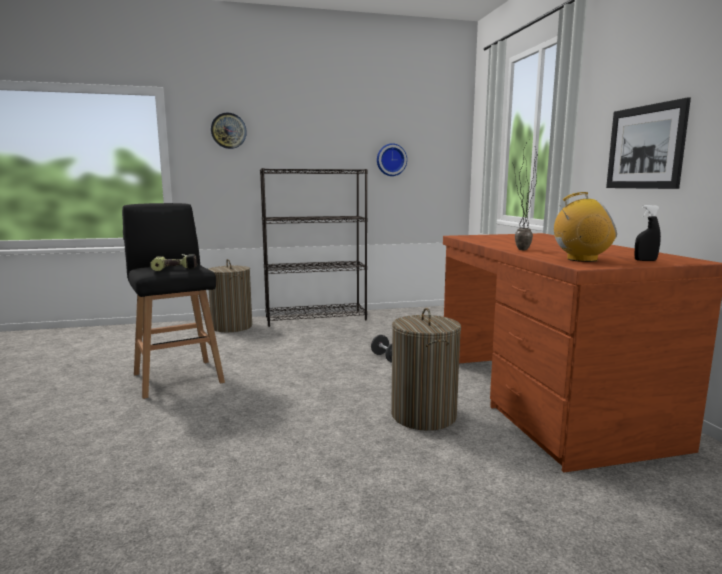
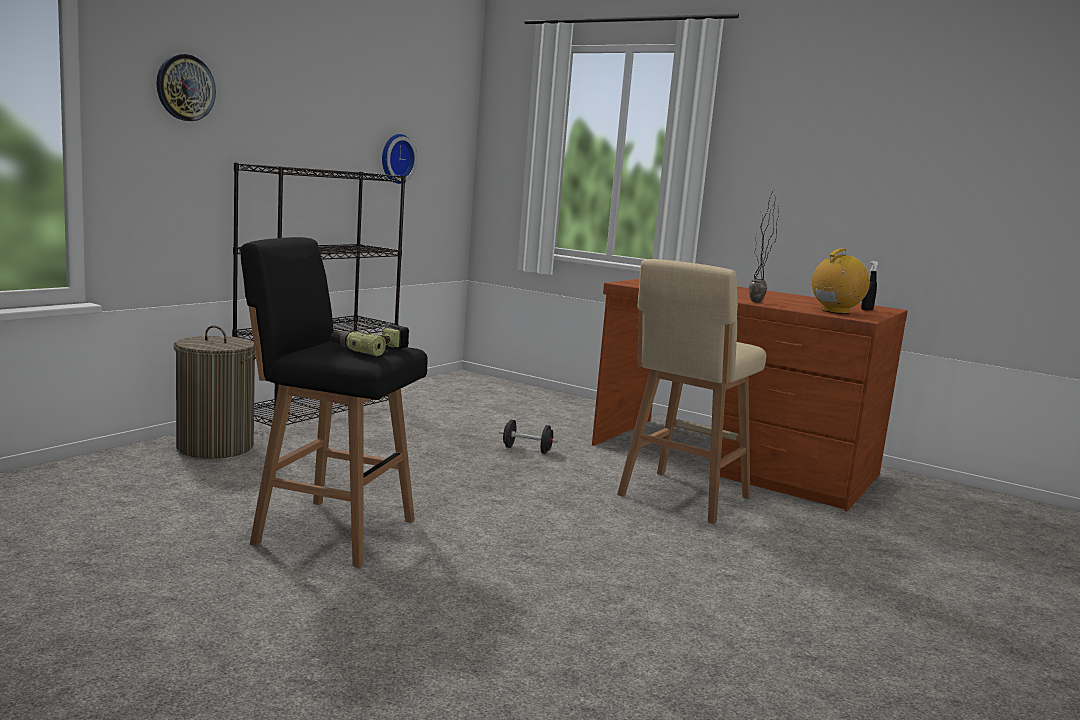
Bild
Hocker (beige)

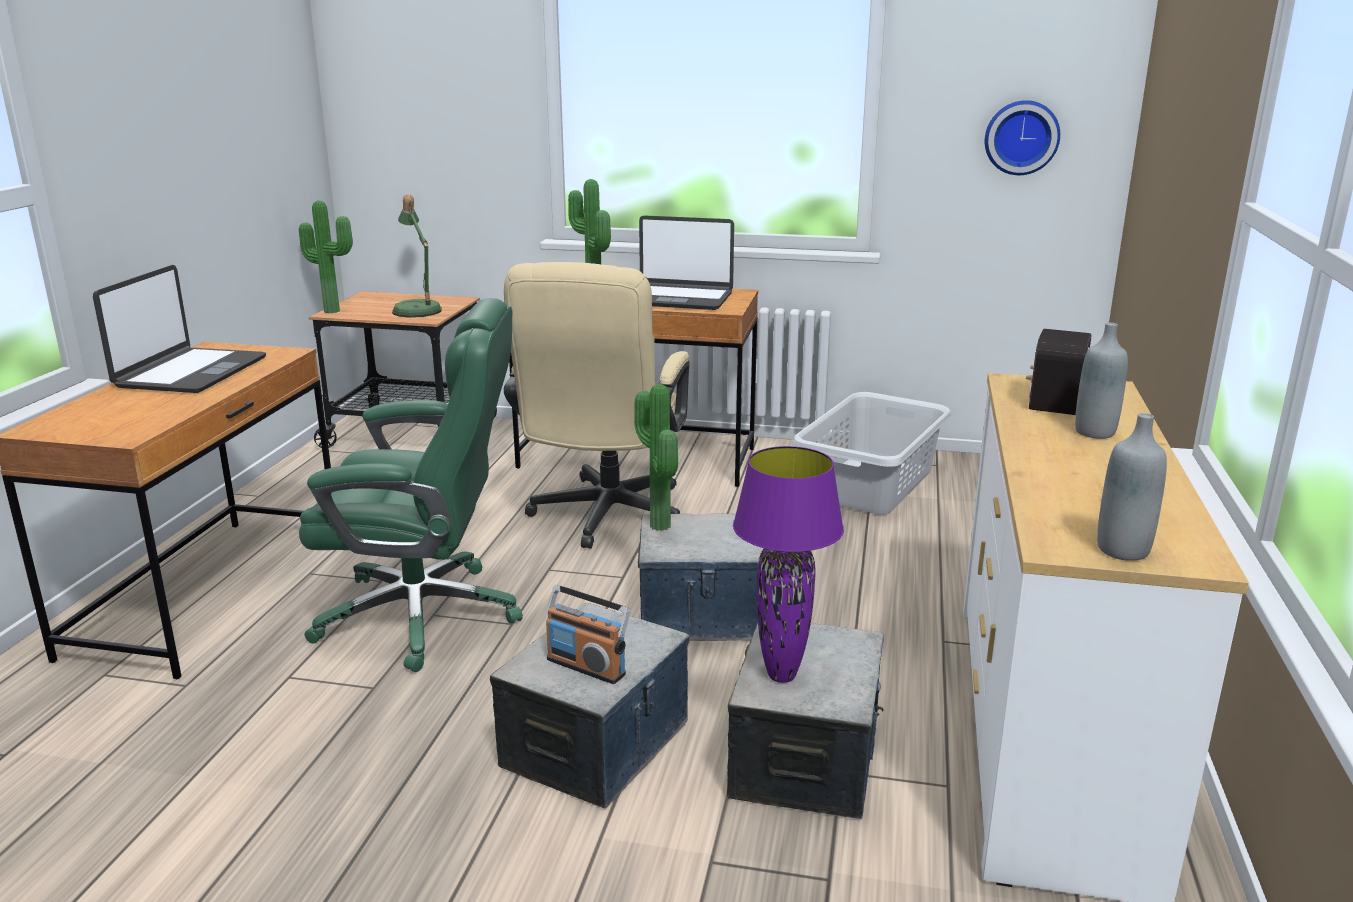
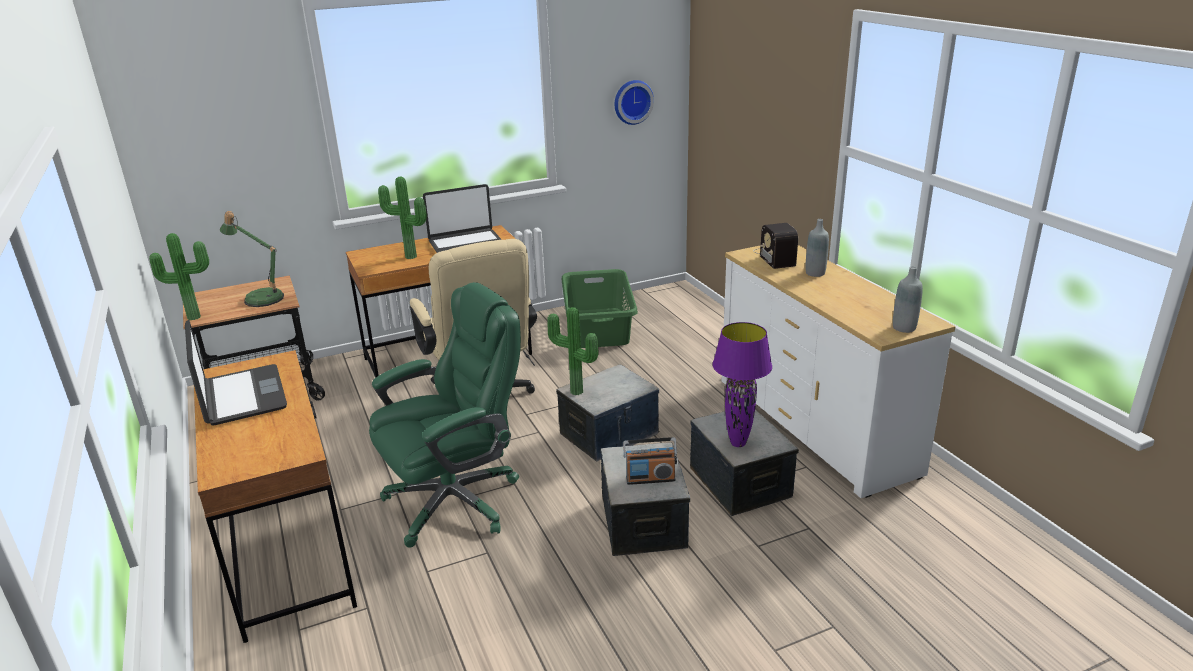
Wäschekorb (grün)

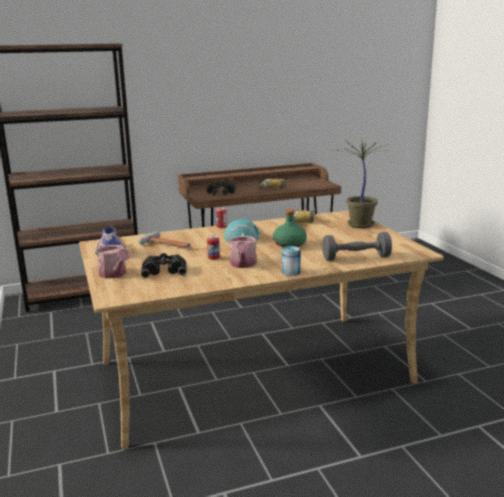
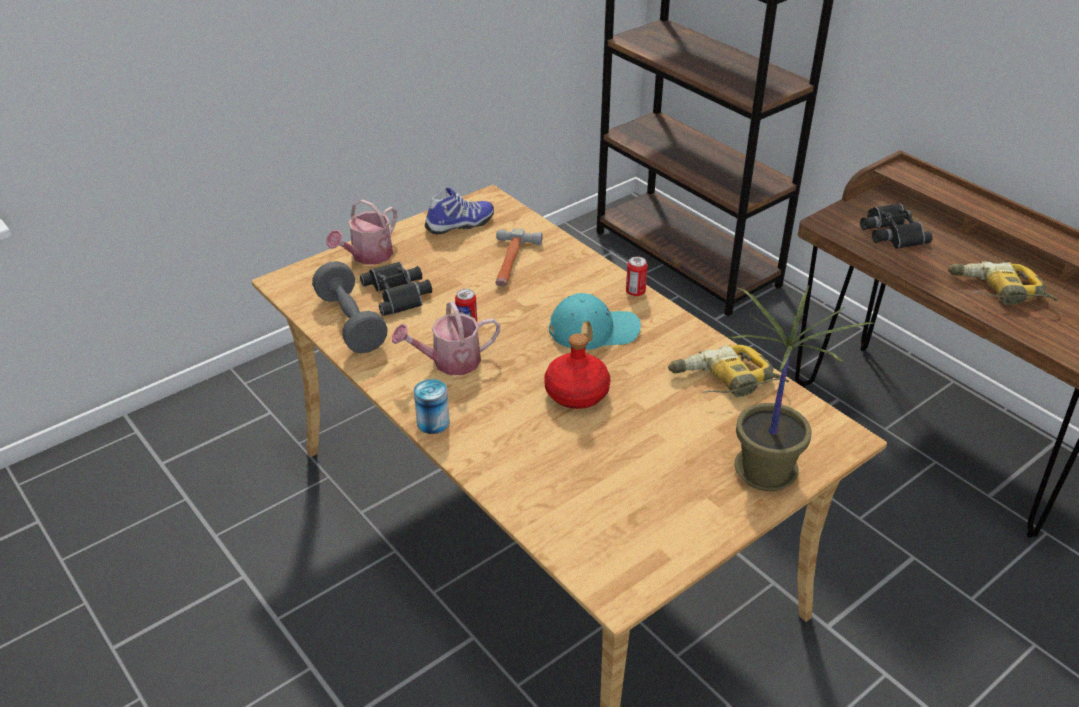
Hantel (grau)
Flasche (rot)

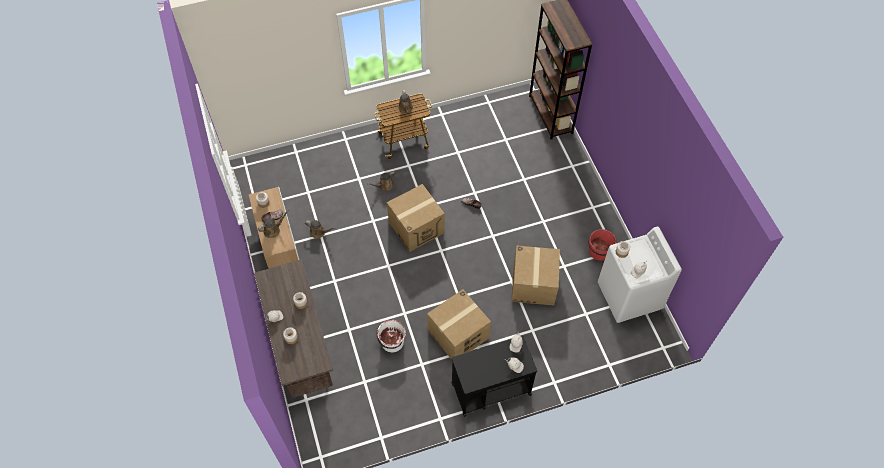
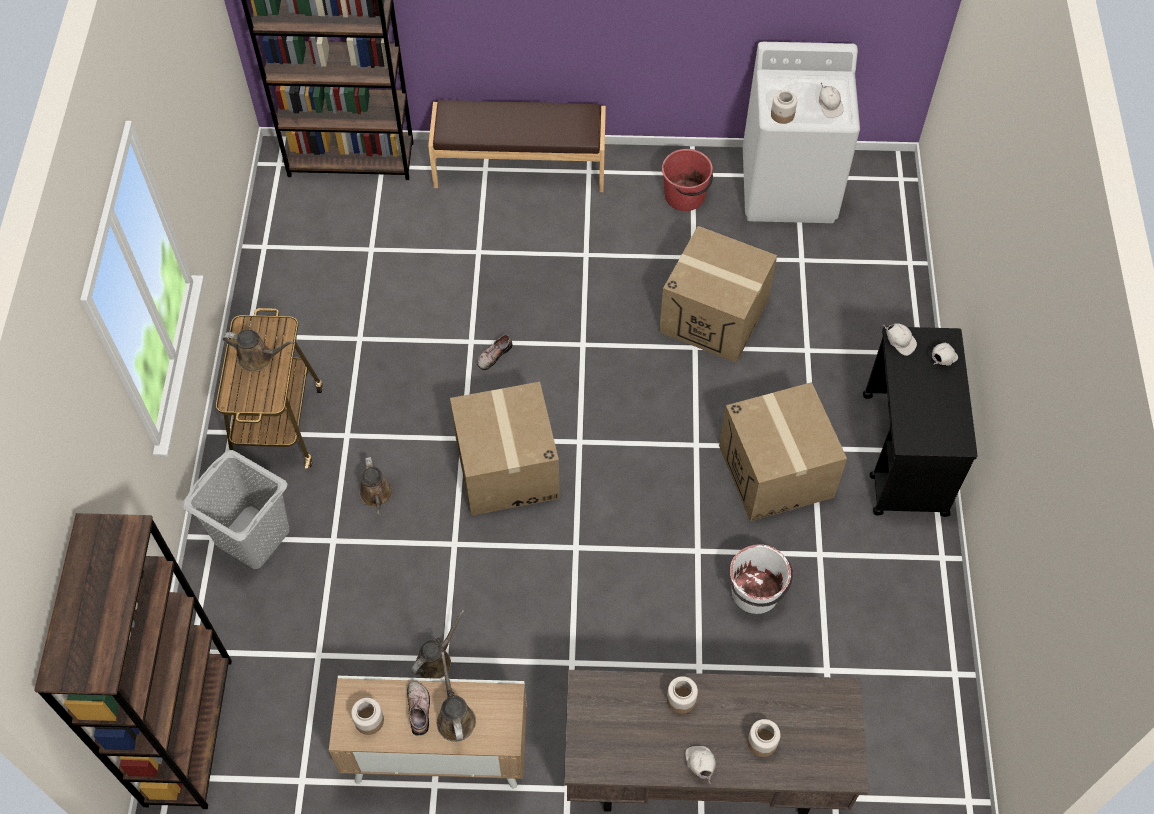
Bücherregal (braun) (1st from left)
Wäschekorb (grau)
Bank (braun)

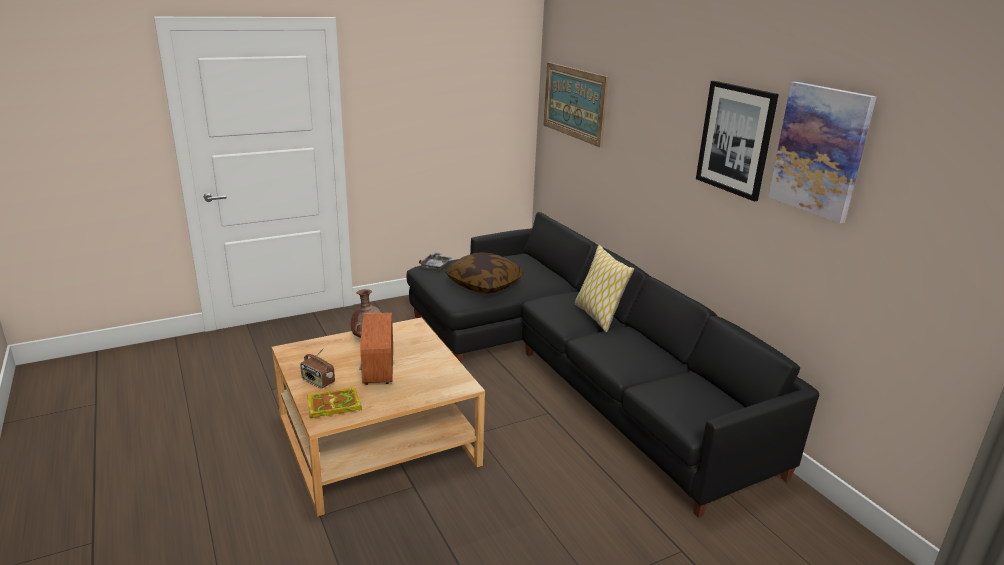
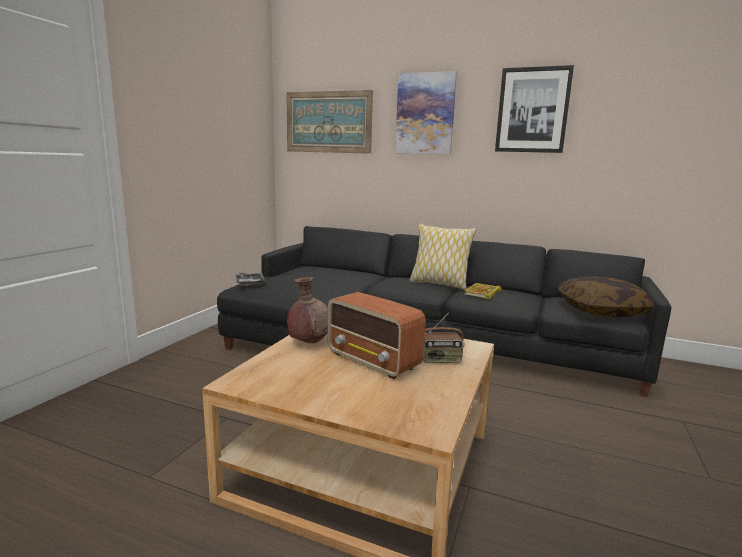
Radio (2nd from left)
Buch
Kissen (2nd from left)
Bild (2nd from left)

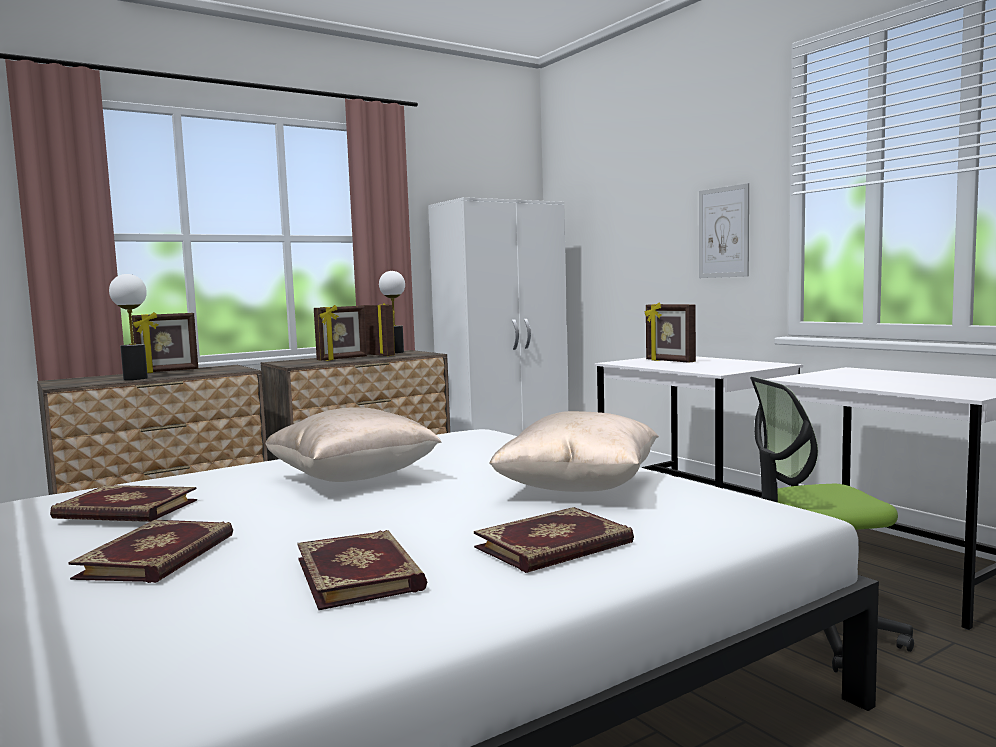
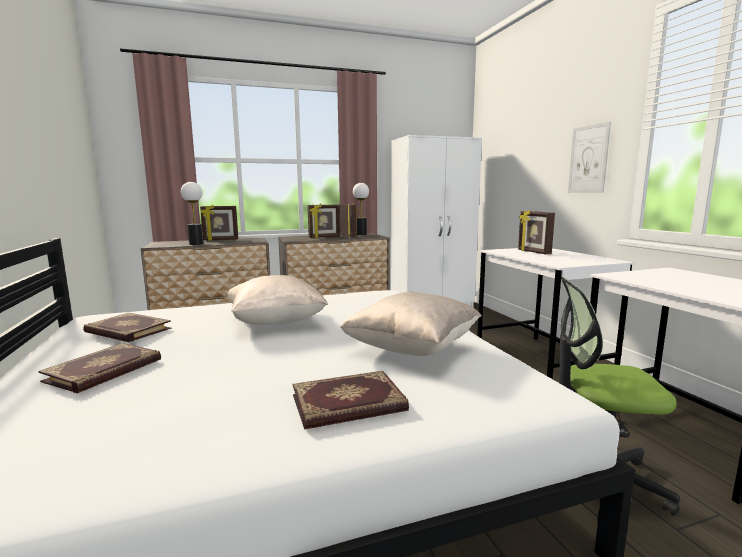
Buch (3rd from left in the first image)

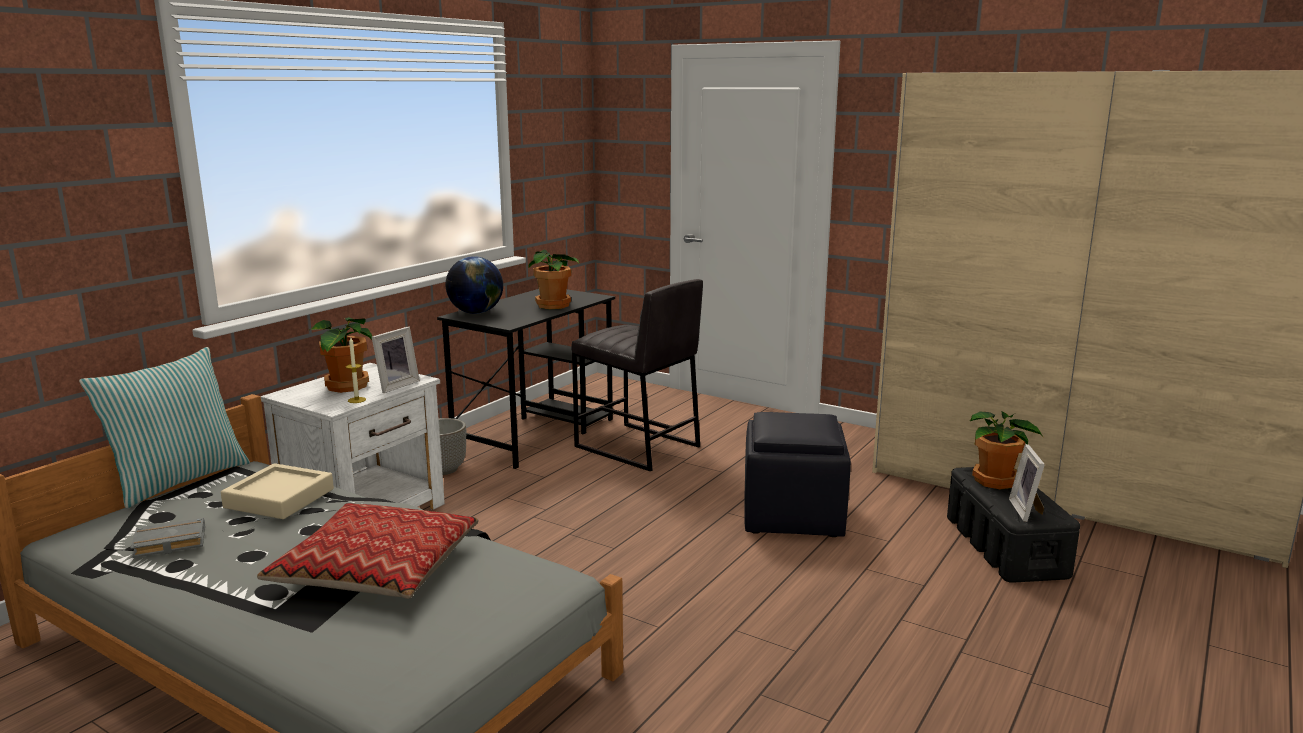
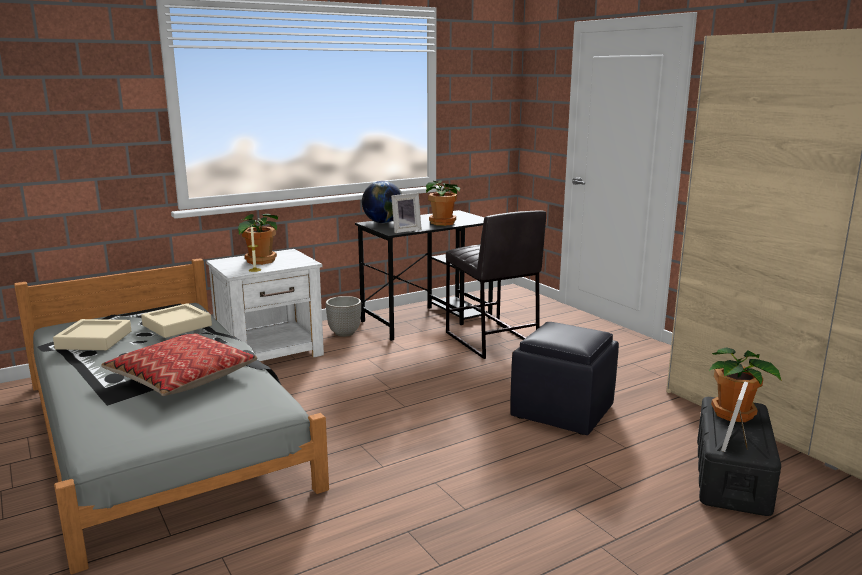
Kissen (1st from left in the first image)
Bilderrahmen (1st from left)
Tablett (beige) (1st from left)

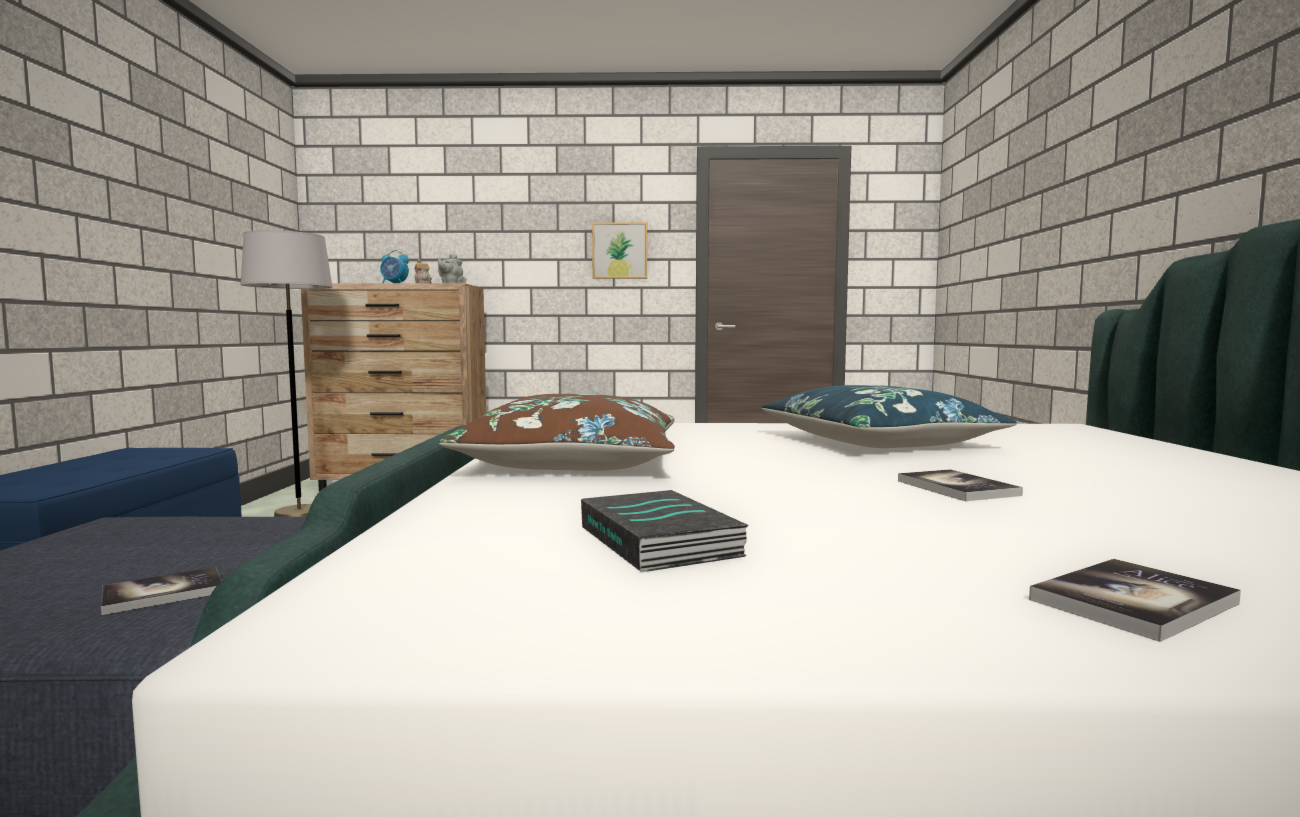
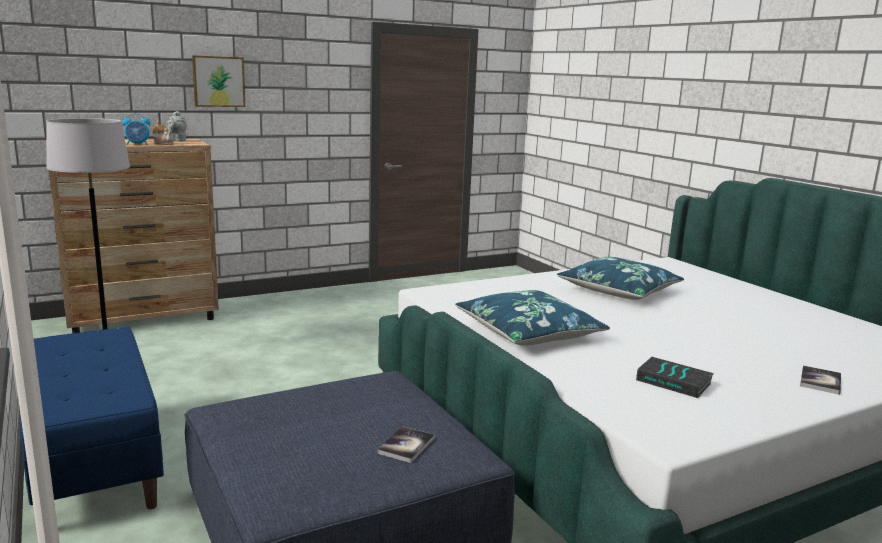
Buch (3rd from left in the first image)
Bild
Kissen (blau) (1st from left)

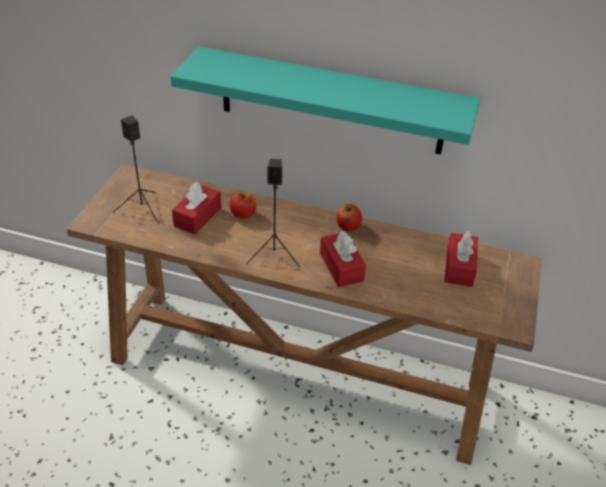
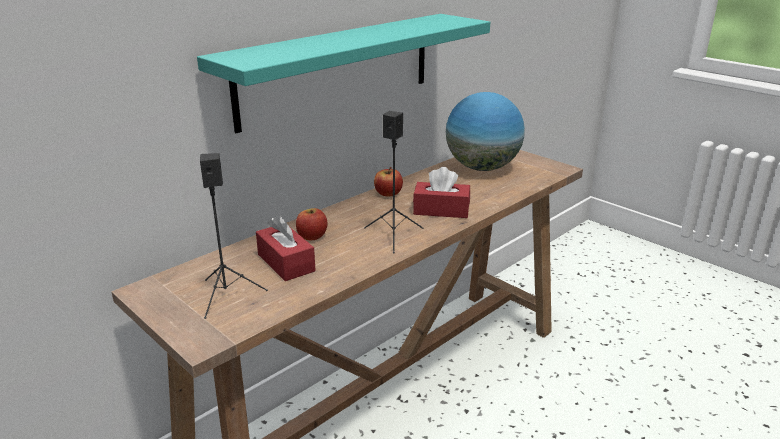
Globus

